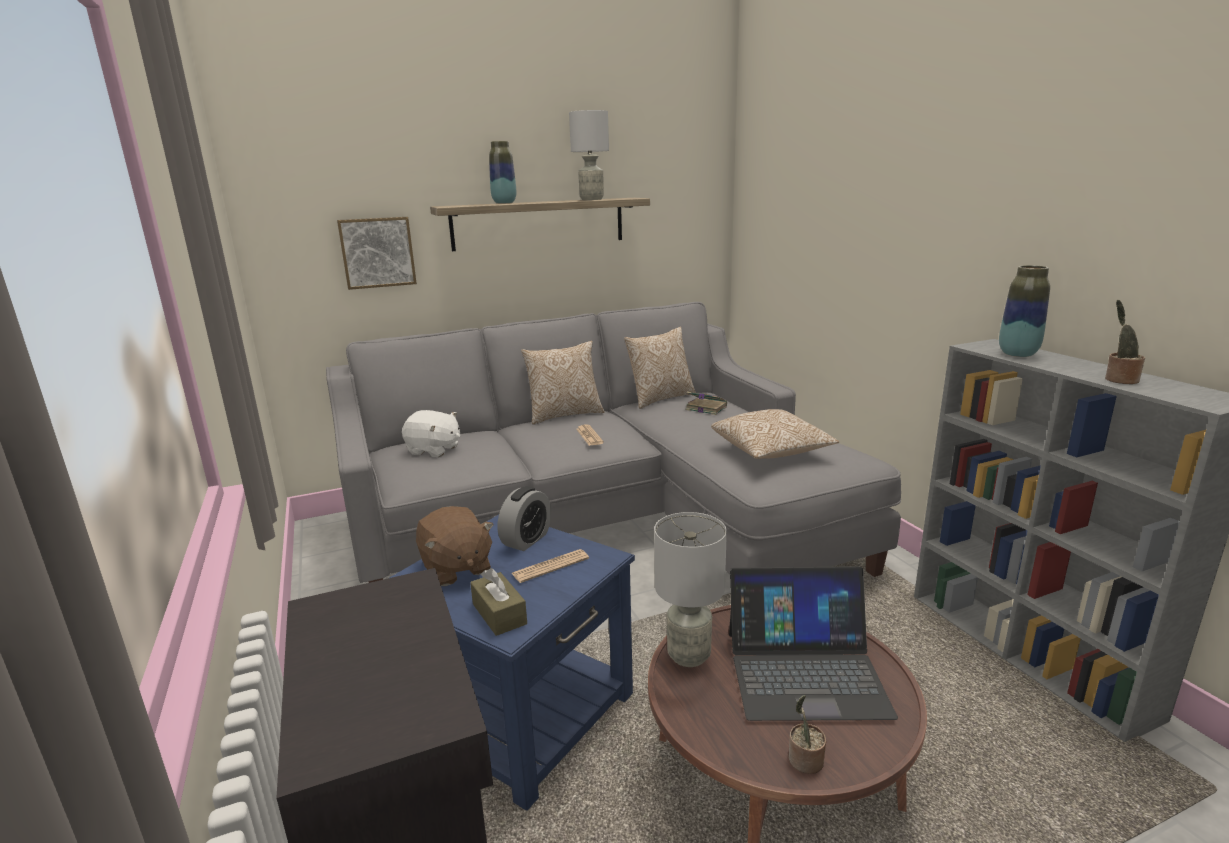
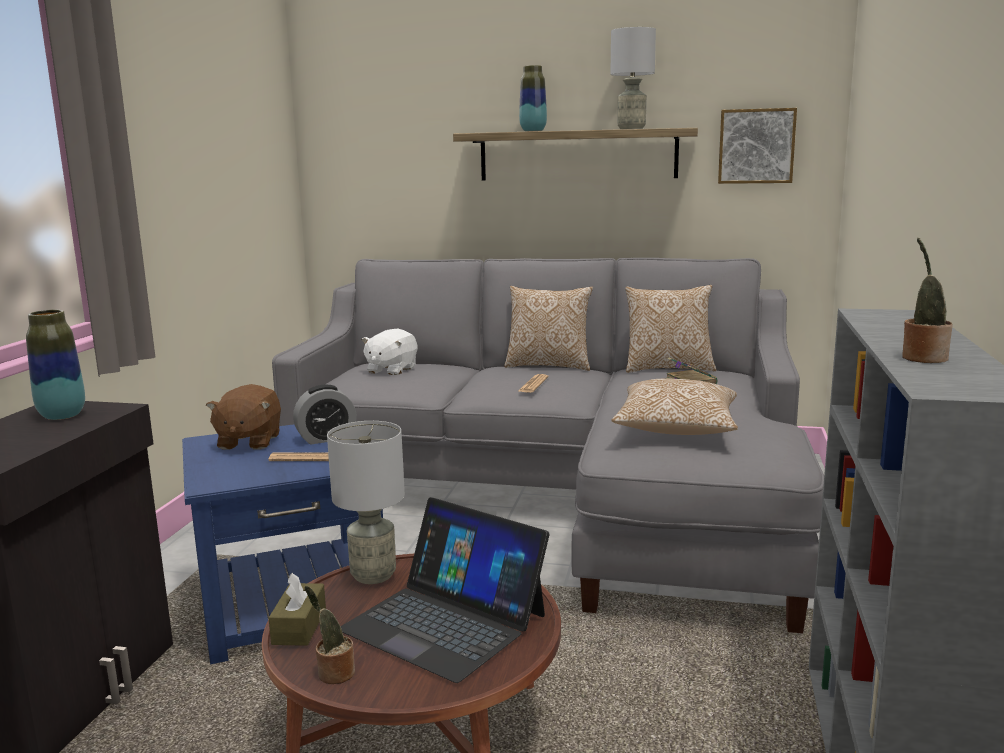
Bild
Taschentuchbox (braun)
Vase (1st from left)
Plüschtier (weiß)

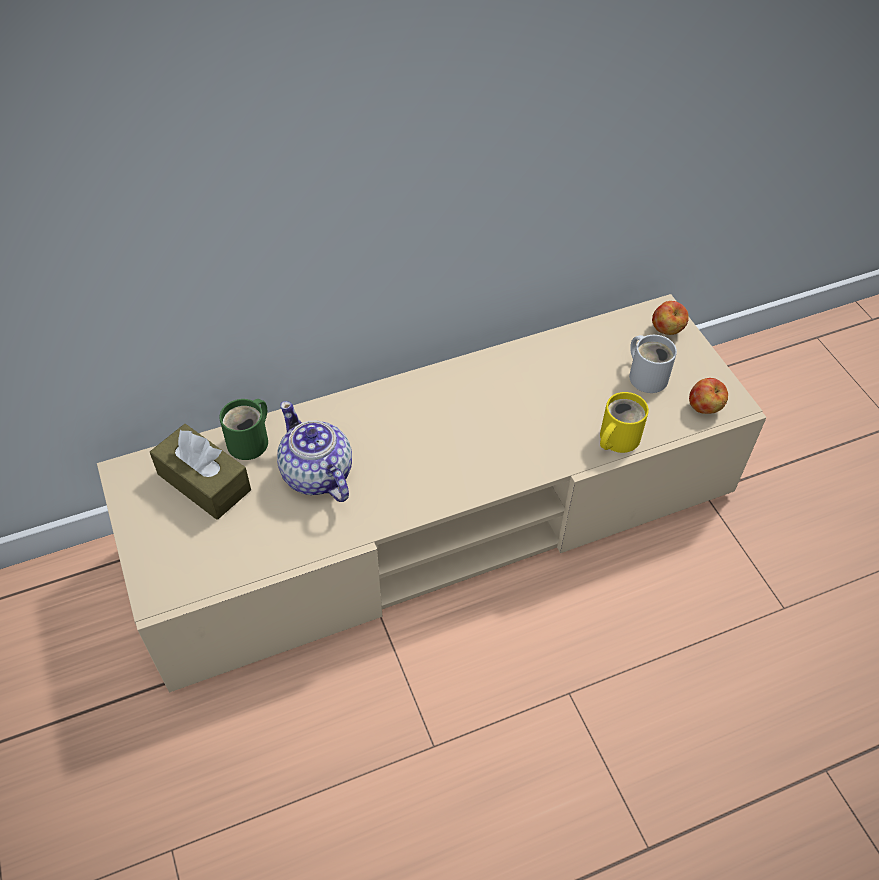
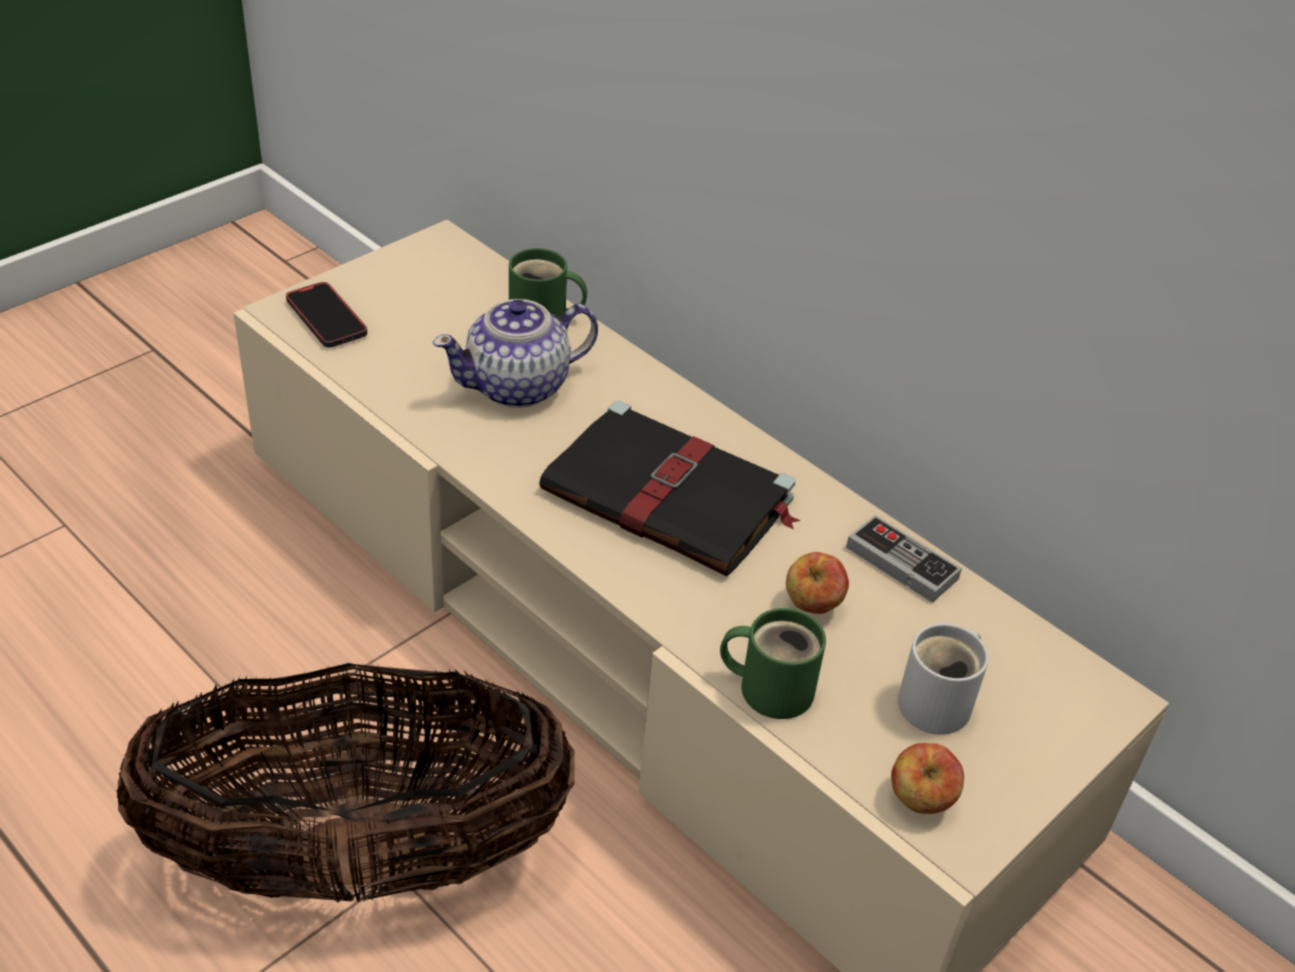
Taschentuchbox (braun)
Korb
Handy
Buch (schwarz)
Gamepad
Apfel (1st from left)
Henkelbecher (grün) (2nd from left)
Teekanne

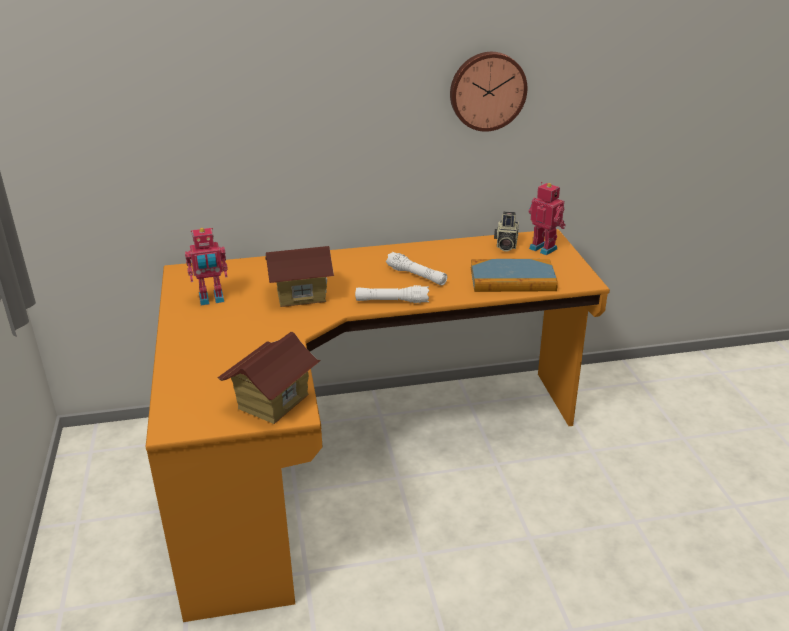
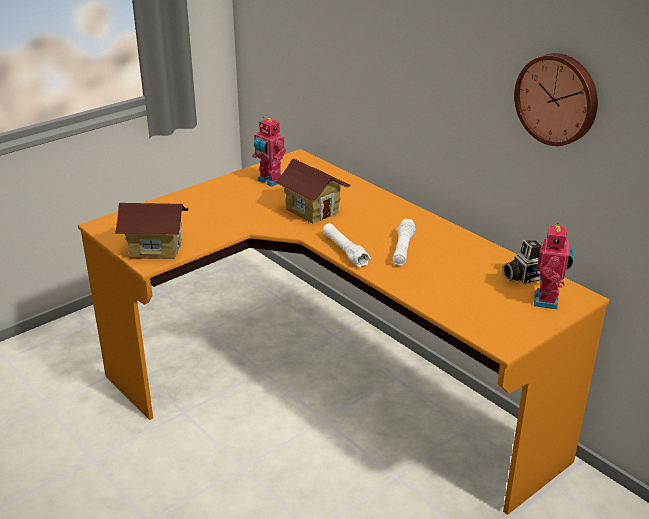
Buch

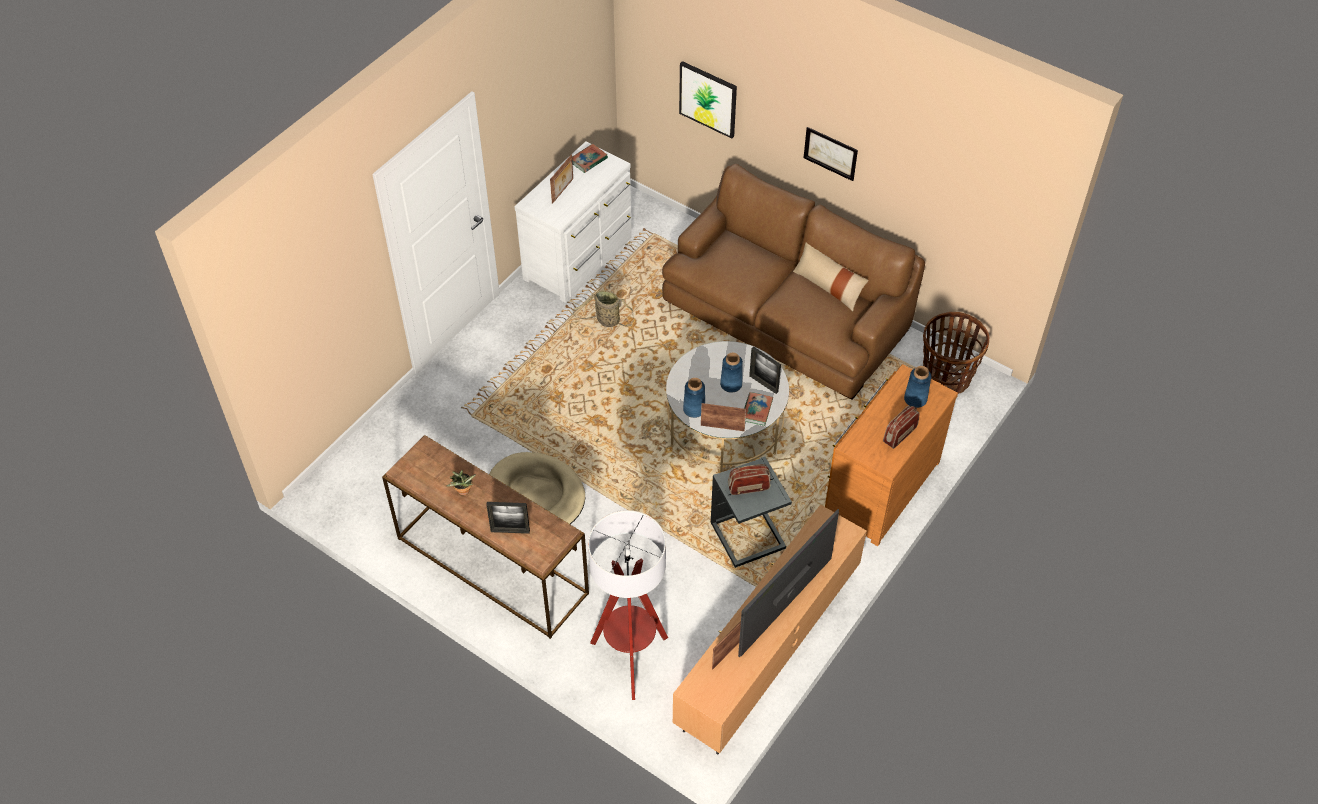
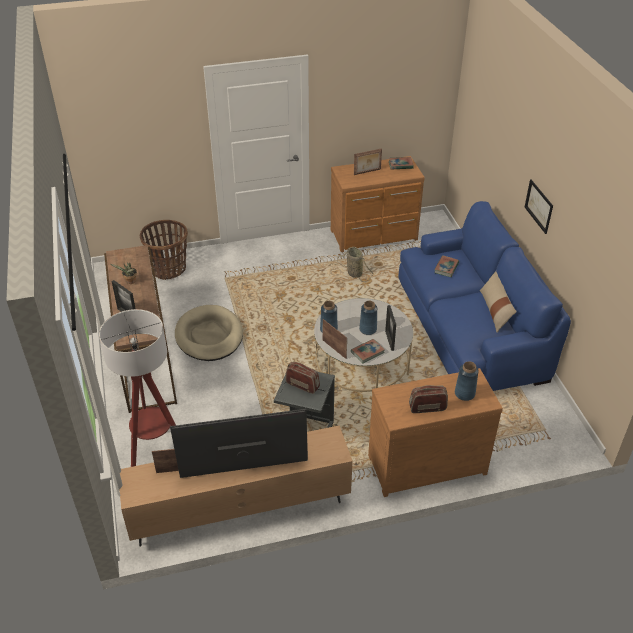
Bild (1st from left in the first image)
Buch (3rd from left)
Korb (1st from left)
Kommode (braun) (1st from left)
Sofa (blau)

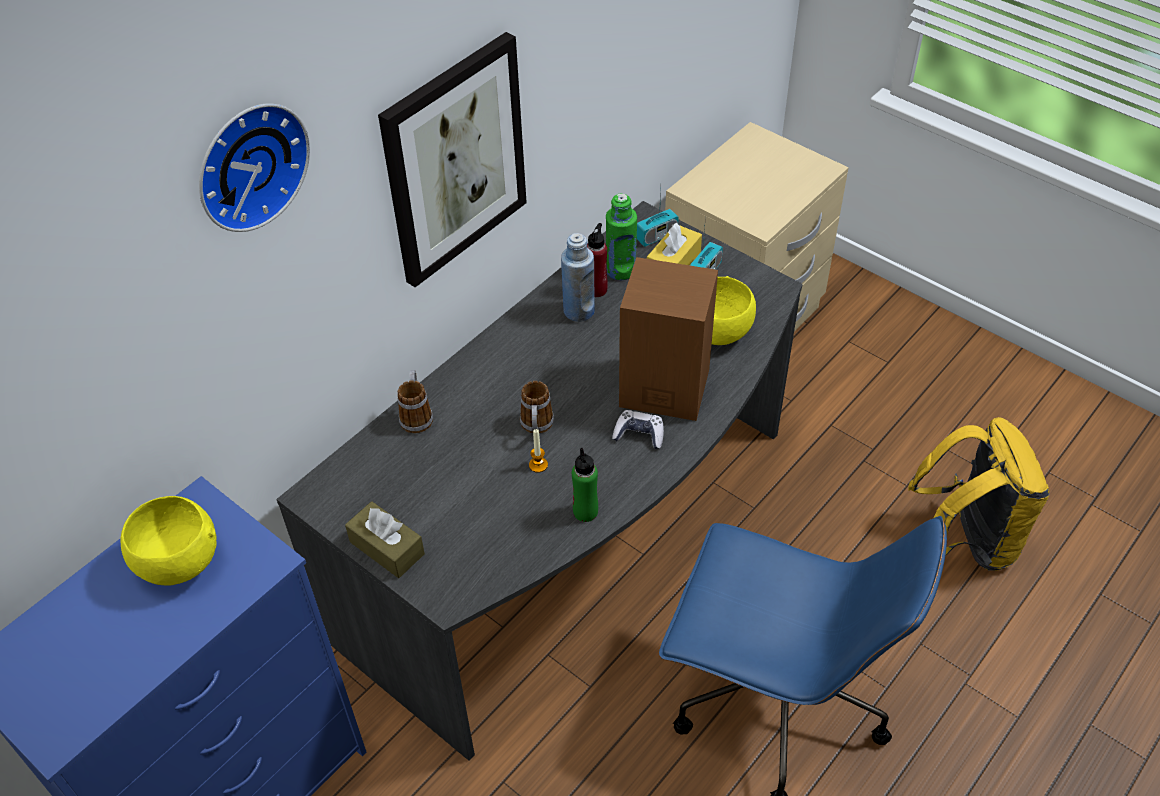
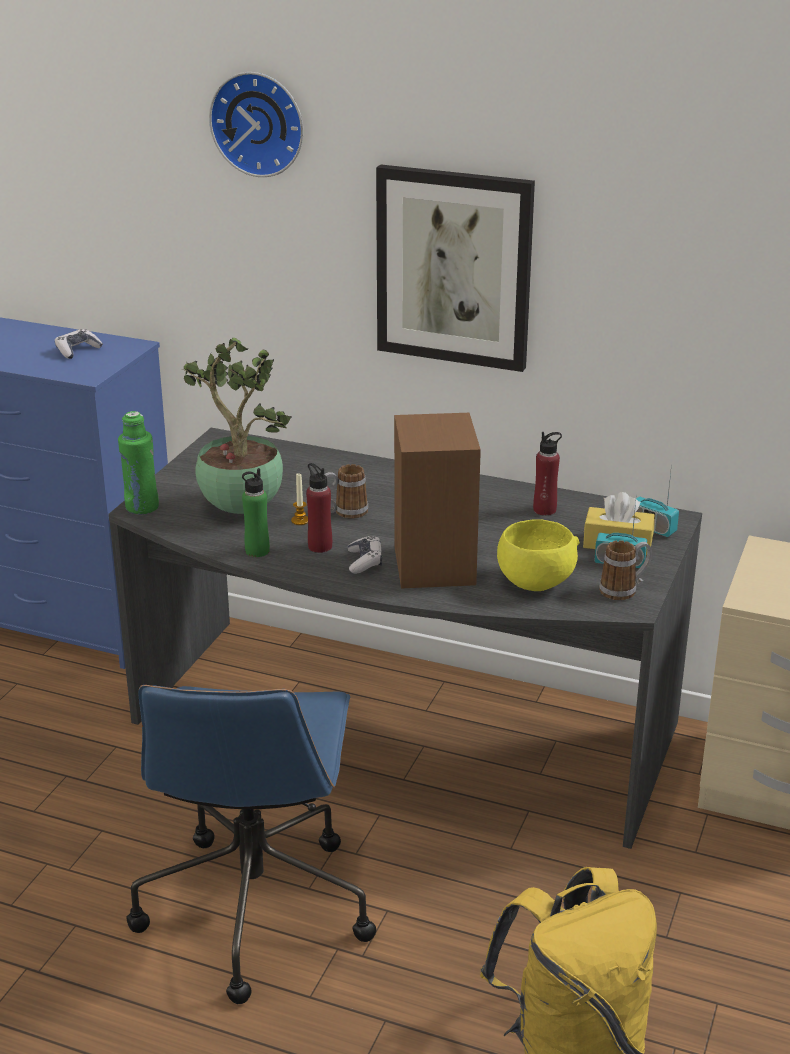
Taschentuchbox (braun)
Flasche (blau)
Topfpflanze
Flasche (rot) (1st from left)
Henkelbecher (2nd from left)
Flasche (grün) (1st from left)
Gamepad (1st from left)

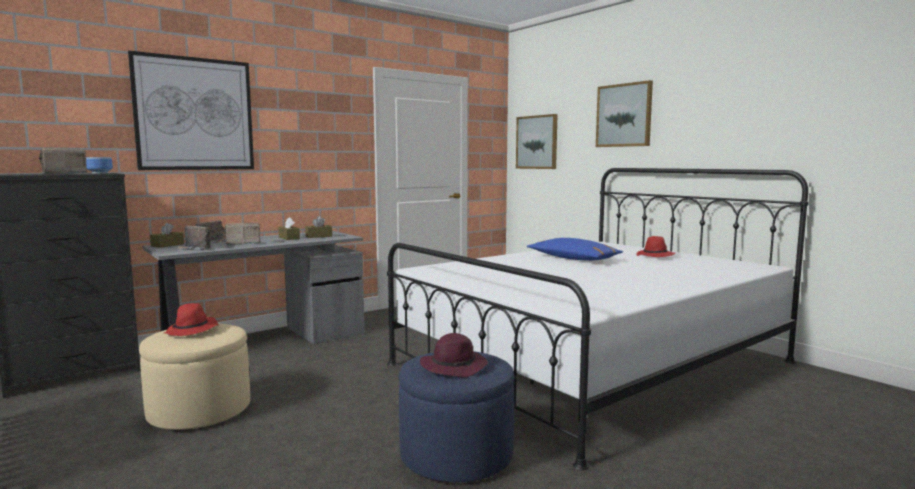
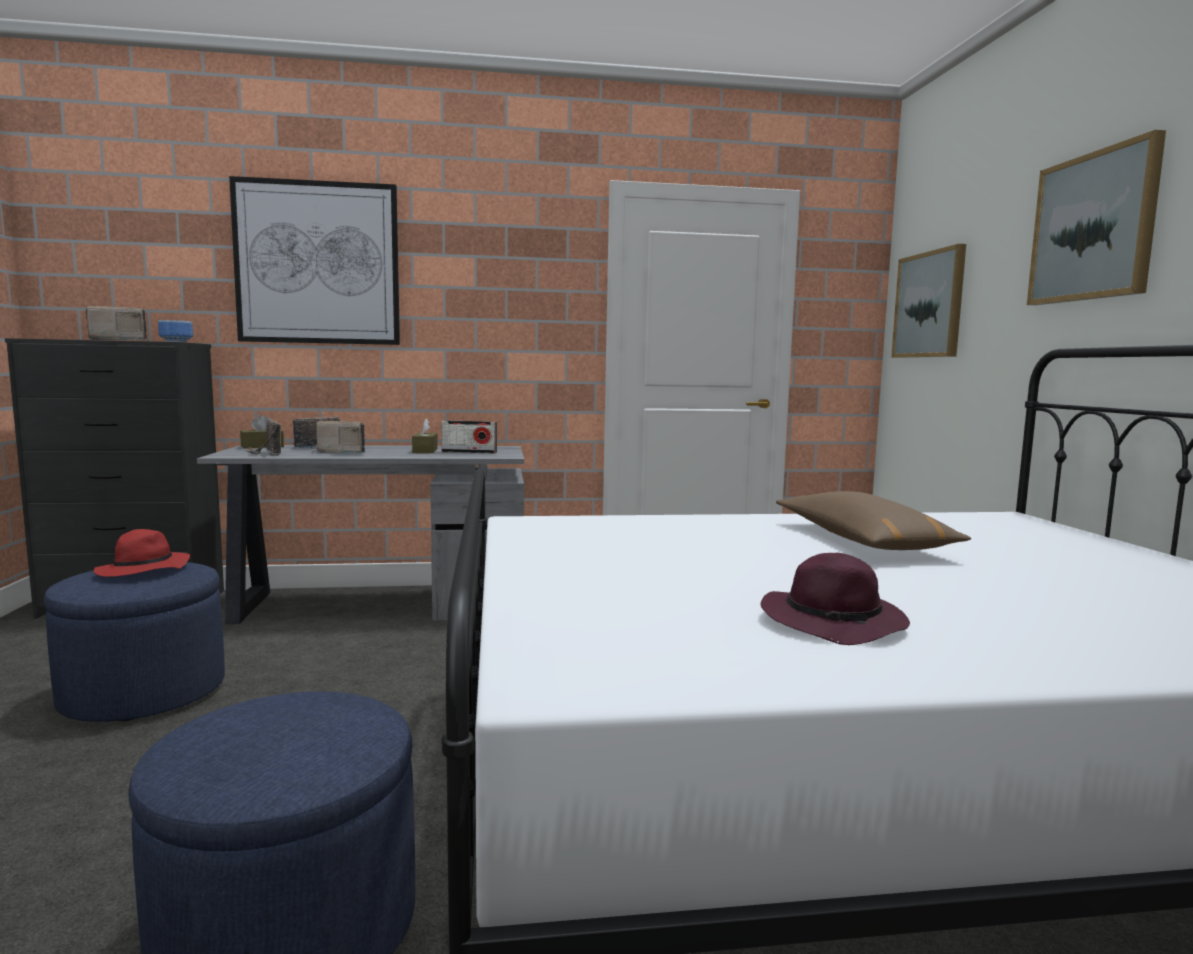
Hut (rot) (2nd from left in the first image)
Hut (lila)
Radio (5th from left)
Polsterhocker (blau) (1st from left)
Kissen (braun)

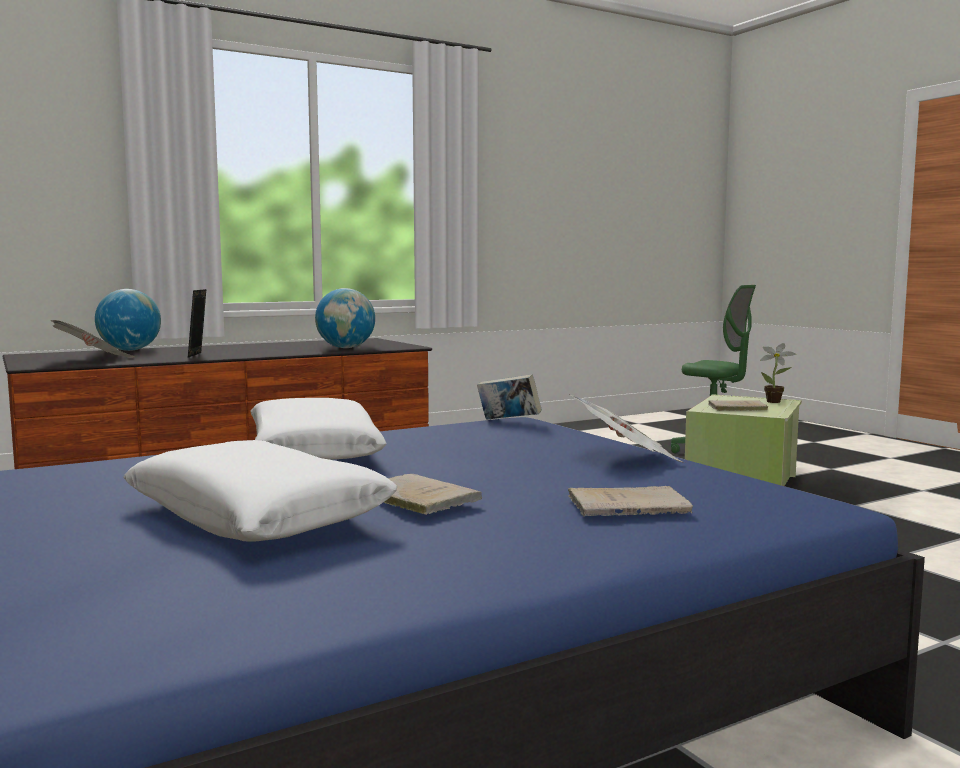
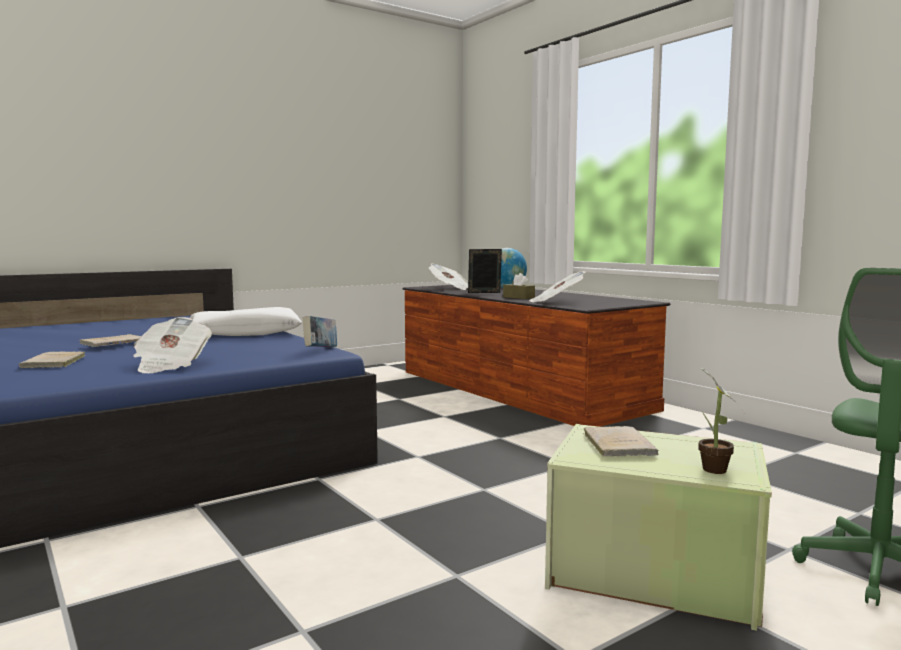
Kissen (weiß) (1st from left in the first image)
Taschentuchbox (braun)
Zeitung (3rd from left)

